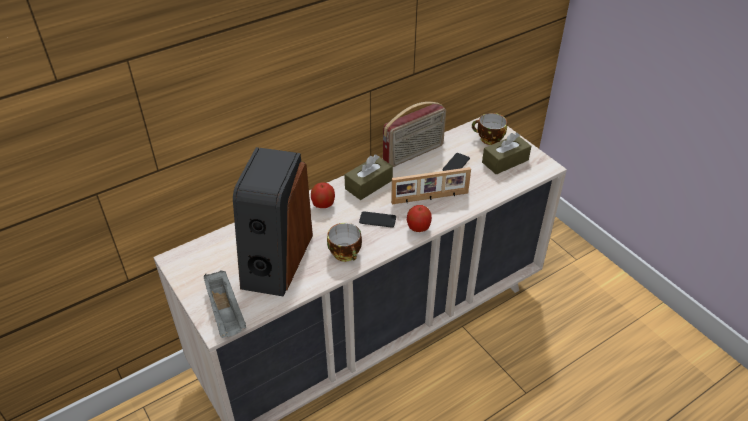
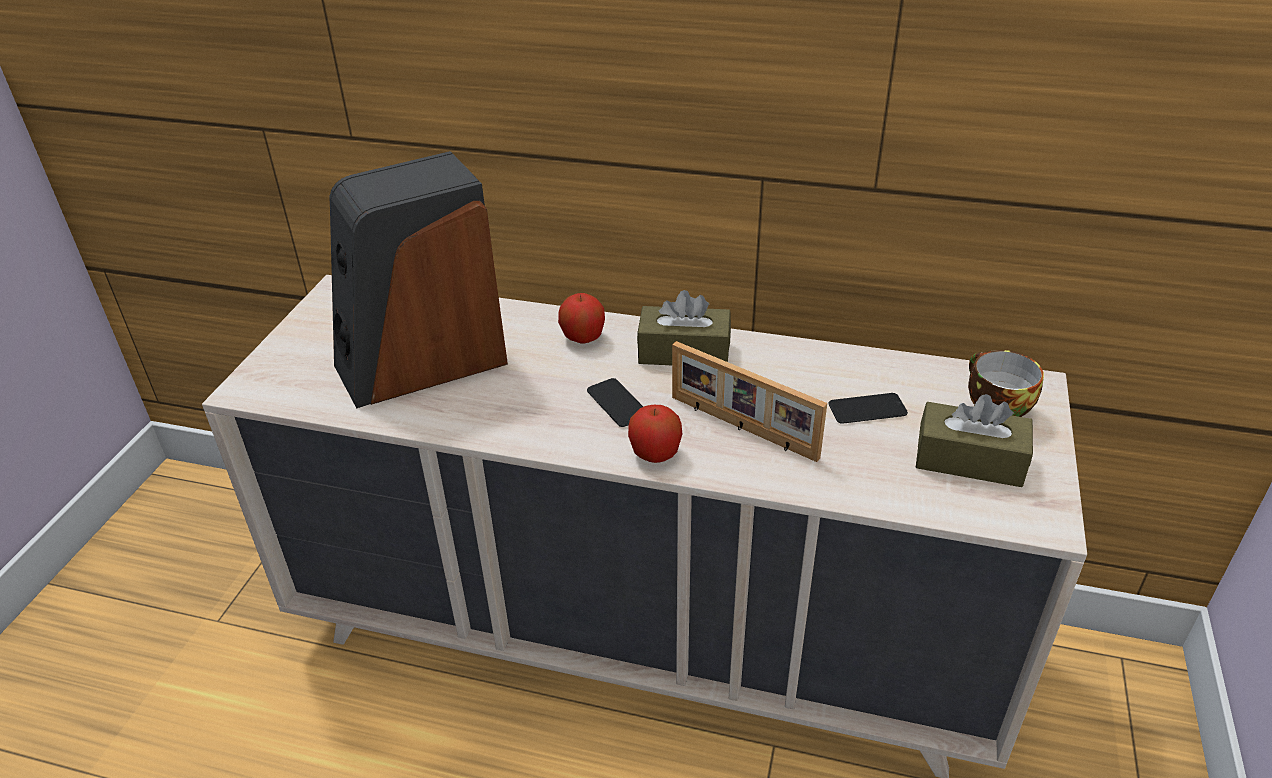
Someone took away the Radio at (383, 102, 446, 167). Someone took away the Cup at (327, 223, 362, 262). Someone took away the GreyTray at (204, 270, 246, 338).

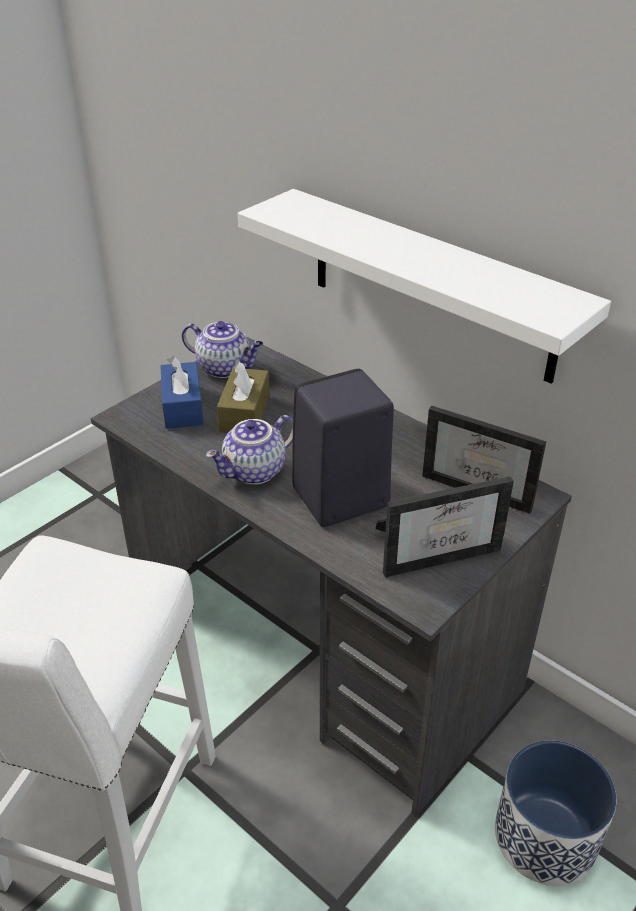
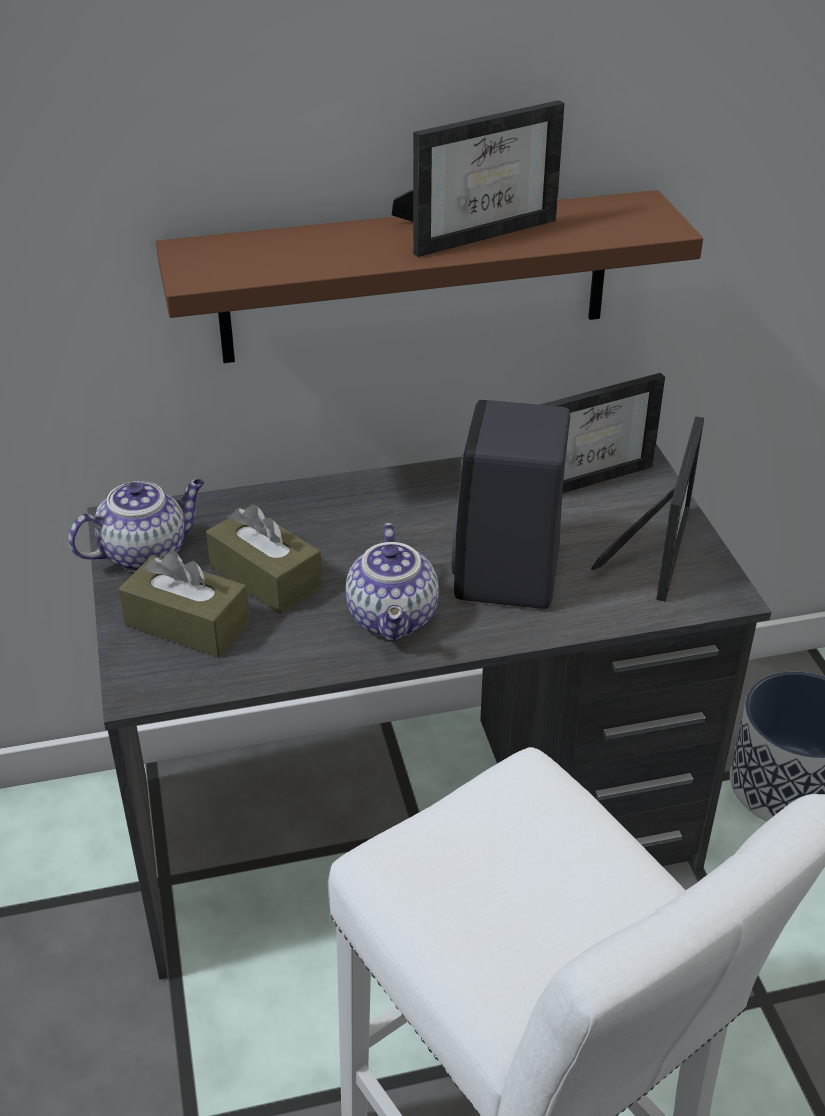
Someone repainted the WhiteShelf at (238, 189, 611, 384), which became the BrownShelf at (156, 190, 703, 363). Someone repainted the BlueTissueBox at (160, 356, 204, 429), which became the BrownTissueBox at (118, 551, 250, 658). Someone put down the PictureFrame at (392, 100, 565, 257).

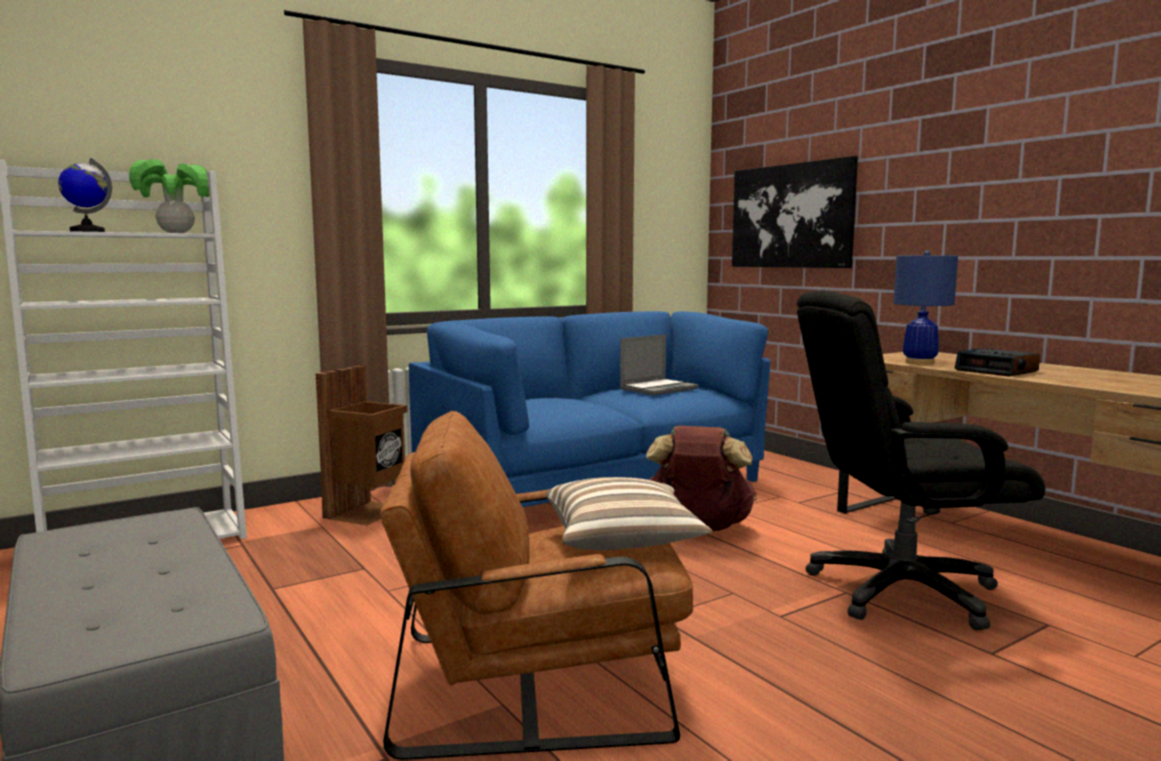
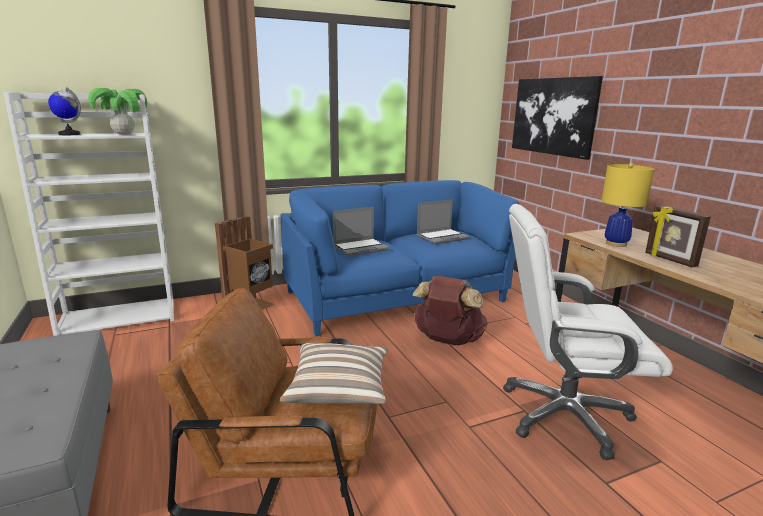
Someone repainted the BlueTableLamp at (894, 251, 958, 365), which became the YellowTableLamp at (601, 163, 655, 247). Someone repainted the BlackOfficeChair at (797, 291, 1045, 630), which became the WhiteOfficeChair at (503, 204, 673, 460). Someone swapped the AlarmClock at (955, 348, 1040, 377) for the PictureFrame at (645, 205, 711, 268). Someone put down the Laptop at (333, 207, 390, 256).

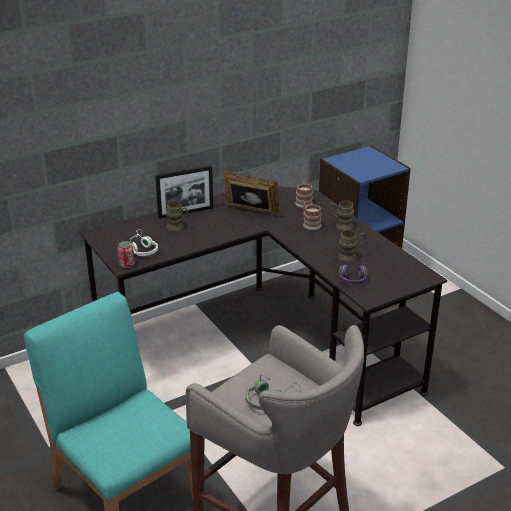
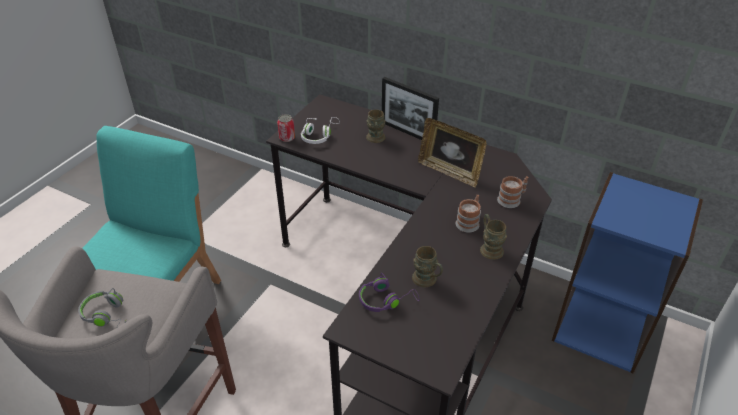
Someone rotated the PictureFrame at (224, 171, 280, 214) by 135 degrees clockwise.

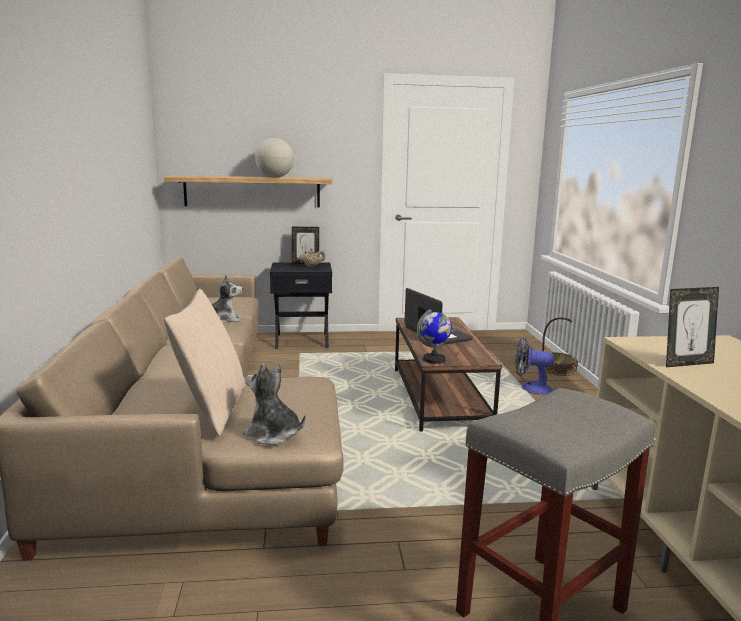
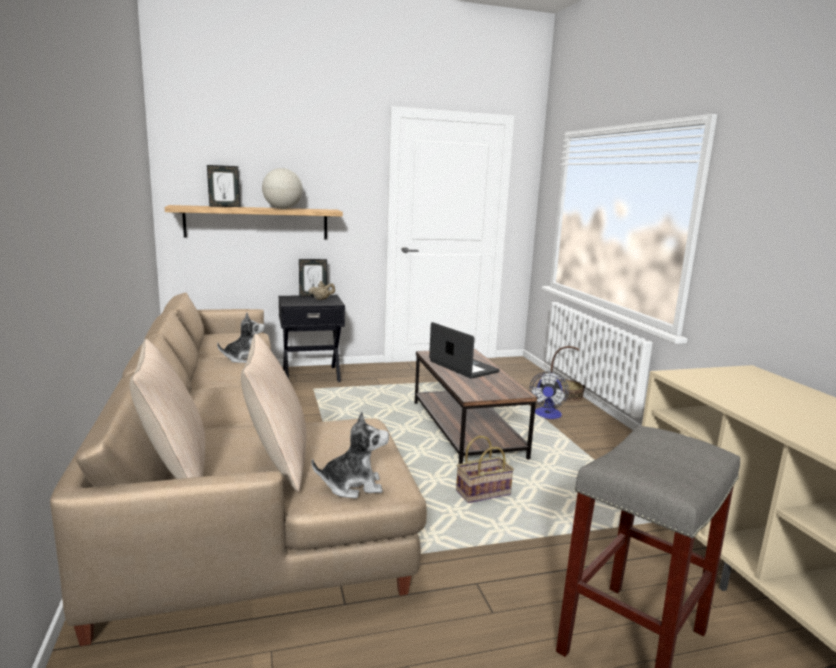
Someone carried the PictureFrame from (666, 287, 719, 367) to (207, 165, 240, 207). Someone took away the Globe at (417, 309, 452, 364). Someone rotated the Fan at (515, 337, 554, 394) by 75 degrees counterclockwise. Someone rotated the PlushToy at (242, 363, 306, 445) by 150 degrees clockwise. Someone put down the BeigePillow at (130, 339, 205, 479). Someone put down the Basket at (456, 436, 514, 503).

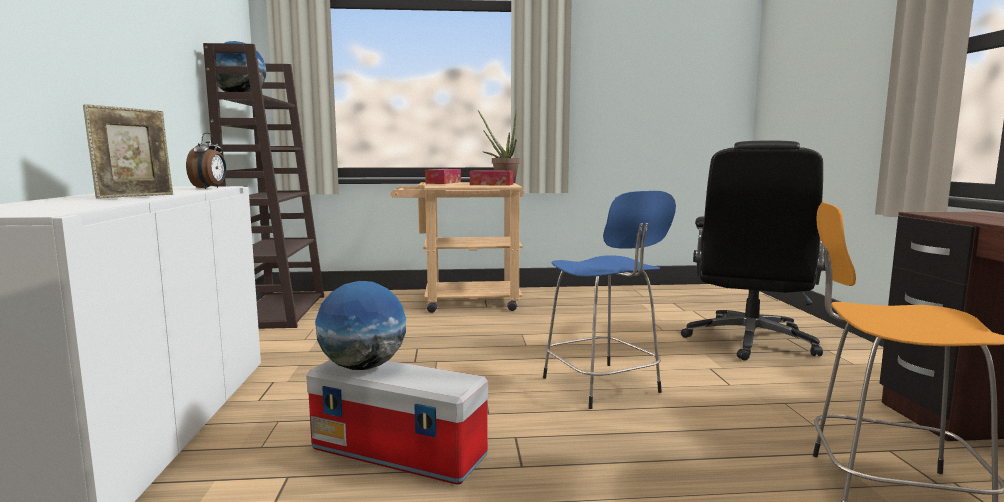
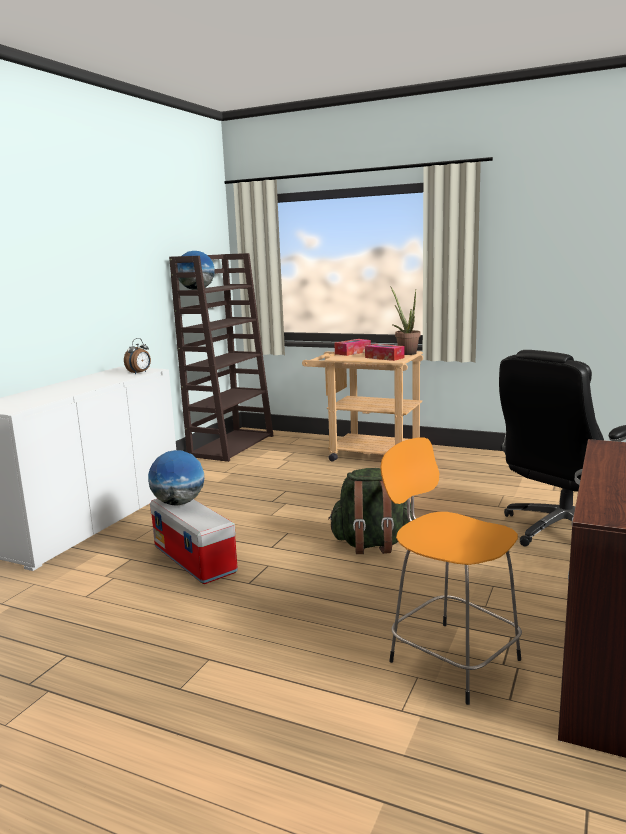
Someone took away the PictureFrame at (83, 104, 173, 199). Someone swapped the BlueStool at (543, 191, 676, 409) for the GreenBackpack at (328, 468, 413, 554).

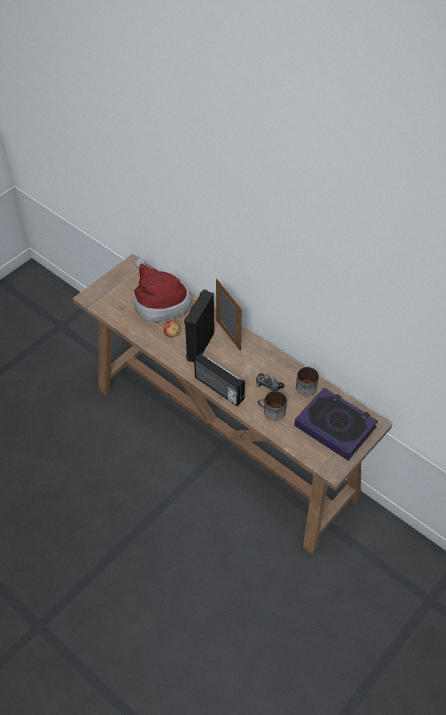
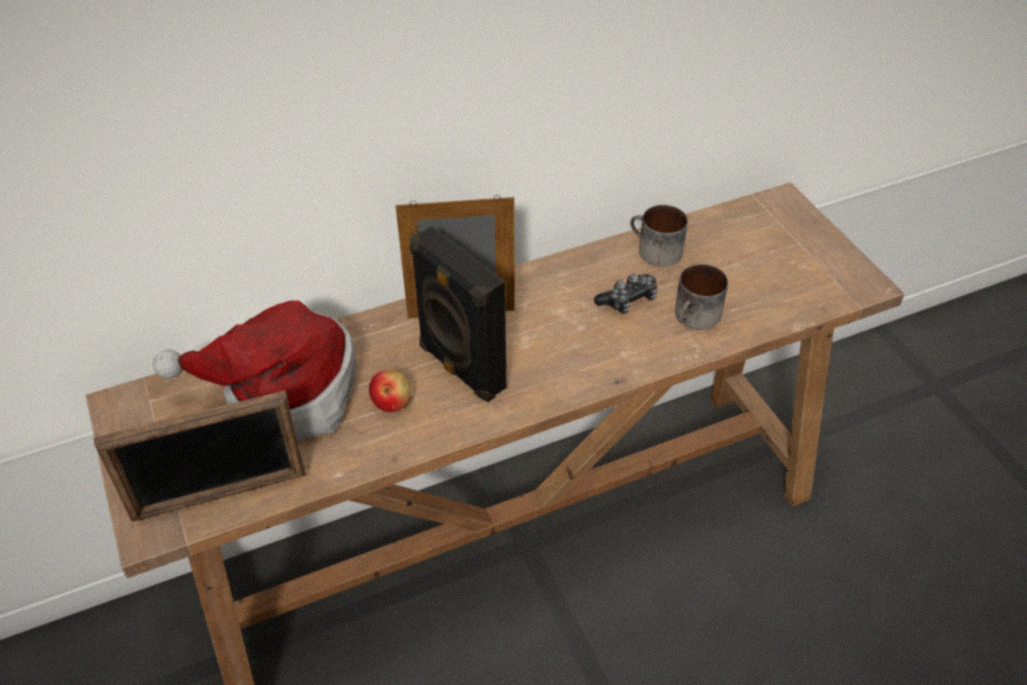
Someone took away the Radio at (194, 352, 245, 407). Someone took away the Book at (294, 388, 378, 461). Someone put down the PictureFrame at (94, 390, 306, 522).

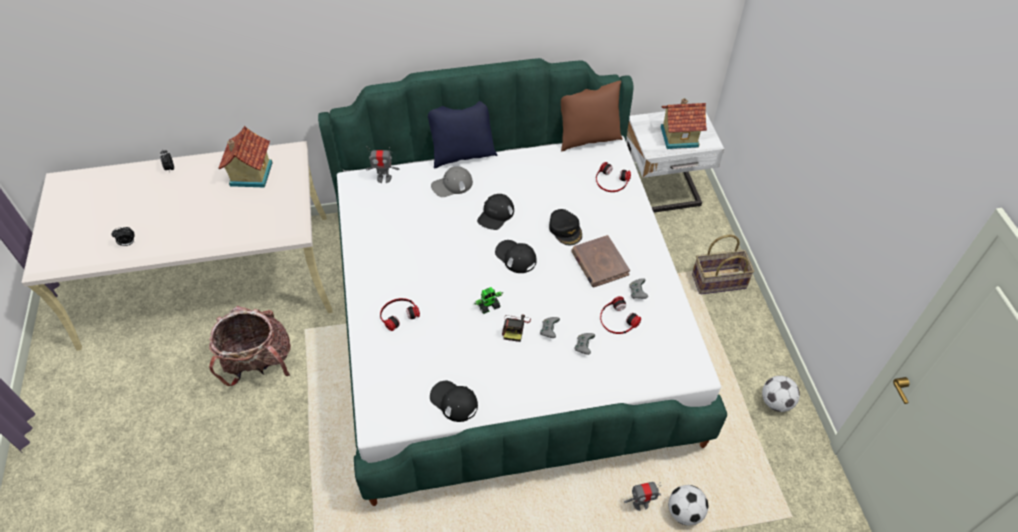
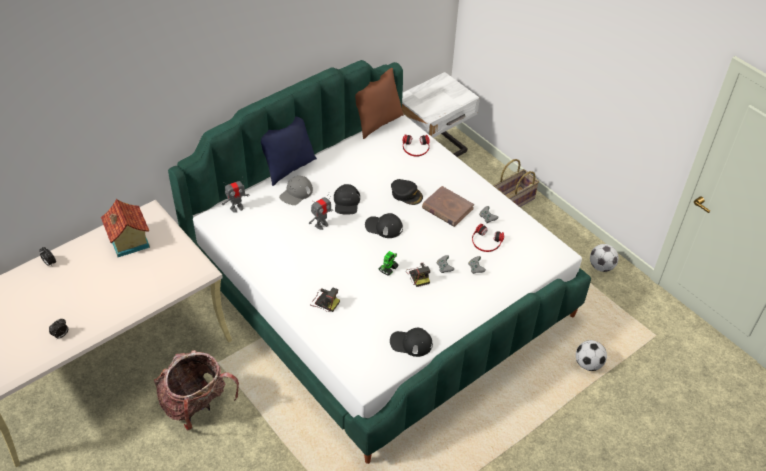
Someone took away the ToyHouse at (661, 98, 707, 149). Someone swapped the Headphones at (380, 298, 420, 331) for the PhotoCamera at (310, 288, 340, 312). Someone carried the ToyRobot from (624, 482, 661, 511) to (309, 197, 333, 230).

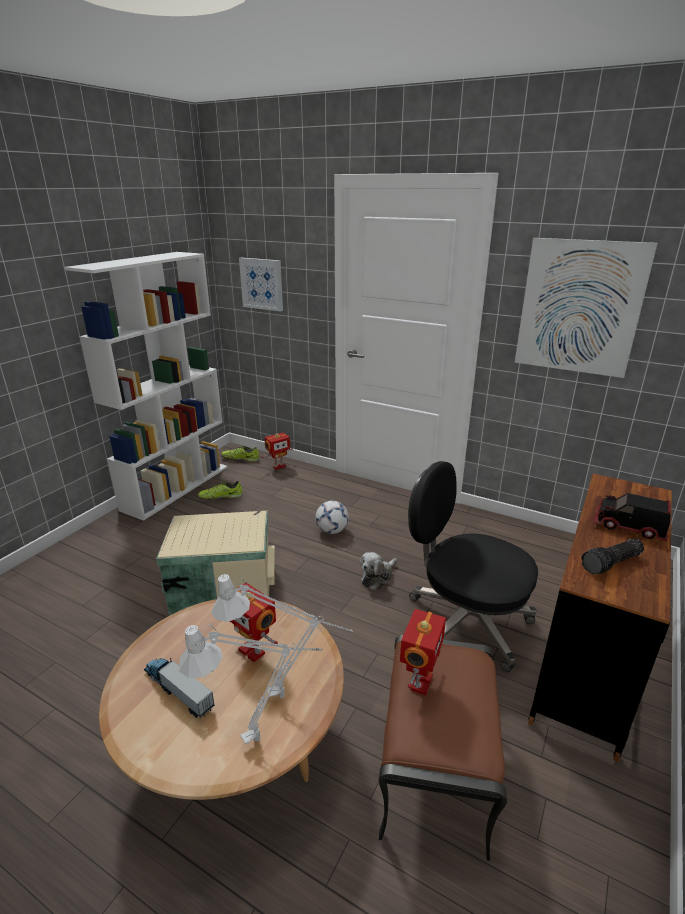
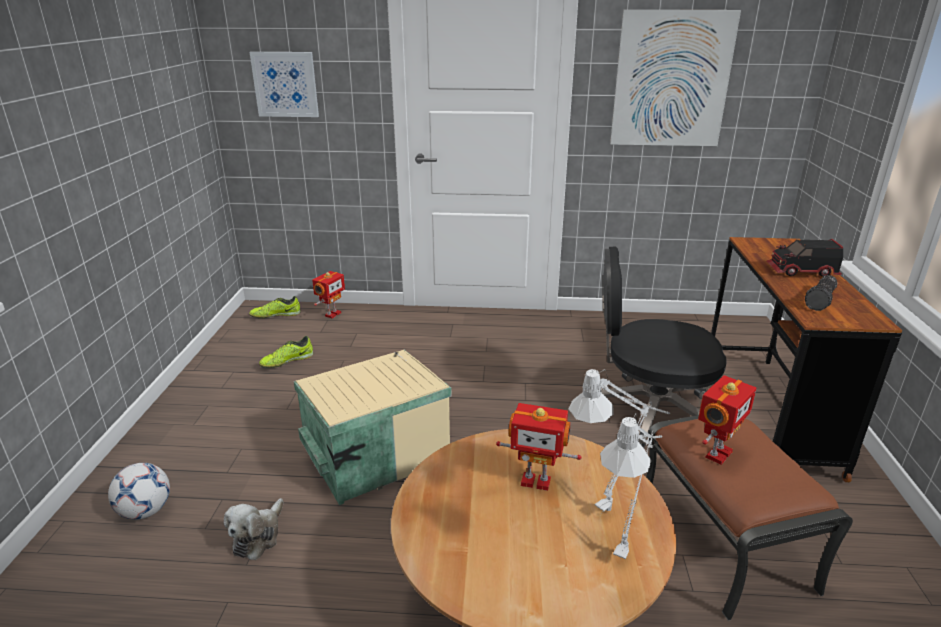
Someone took away the WhiteBookcase at (64, 252, 228, 521). Someone carried the Football from (315, 500, 349, 534) to (108, 463, 170, 520). Someone carried the PlushToy from (360, 552, 397, 591) to (224, 498, 283, 560). Someone rotated the ToyRobot at (400, 609, 446, 695) by 45 degrees clockwise. Someone took away the ToyTruck at (144, 658, 215, 718).

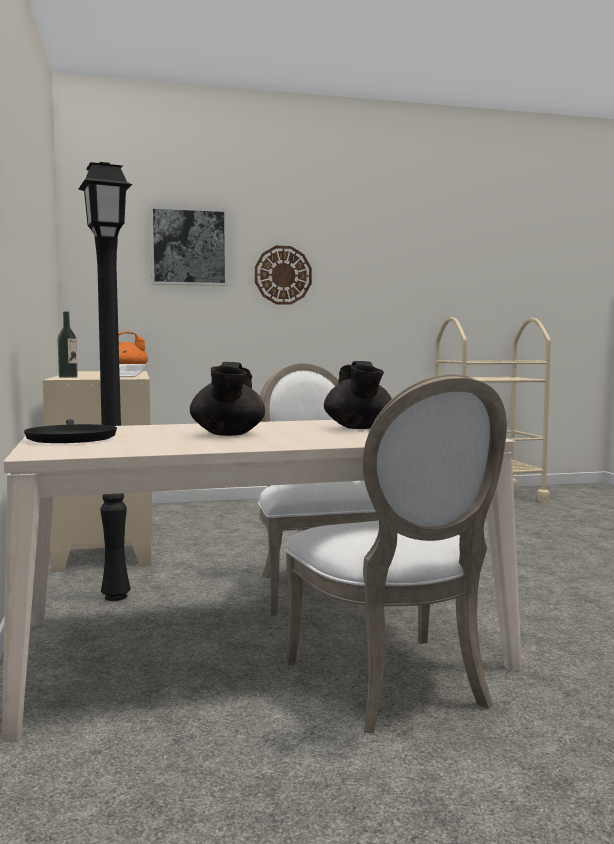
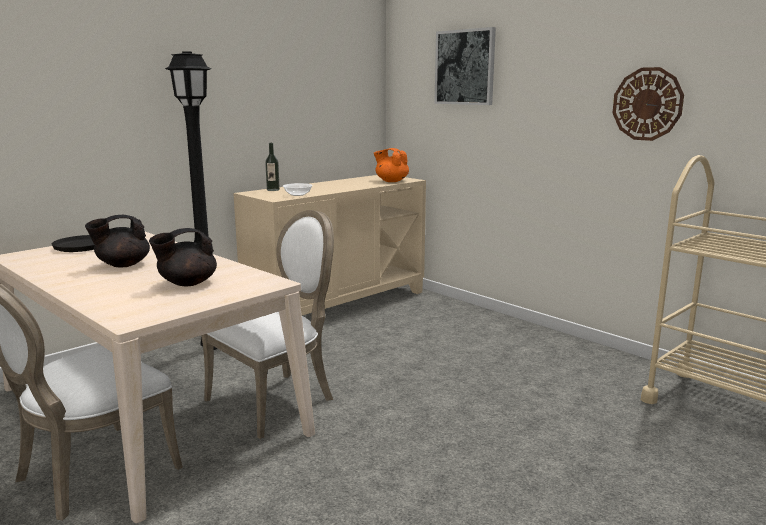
Someone carried the WallClock from (255, 246, 312, 305) to (612, 67, 684, 141).

